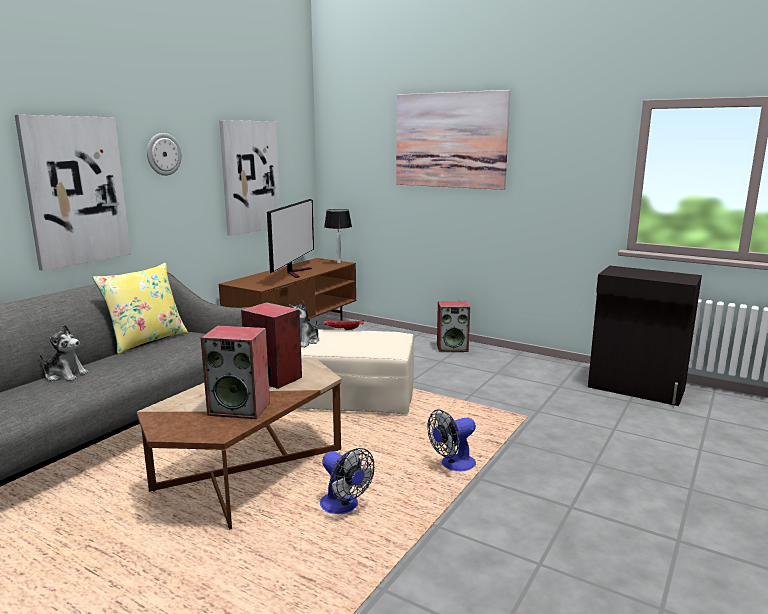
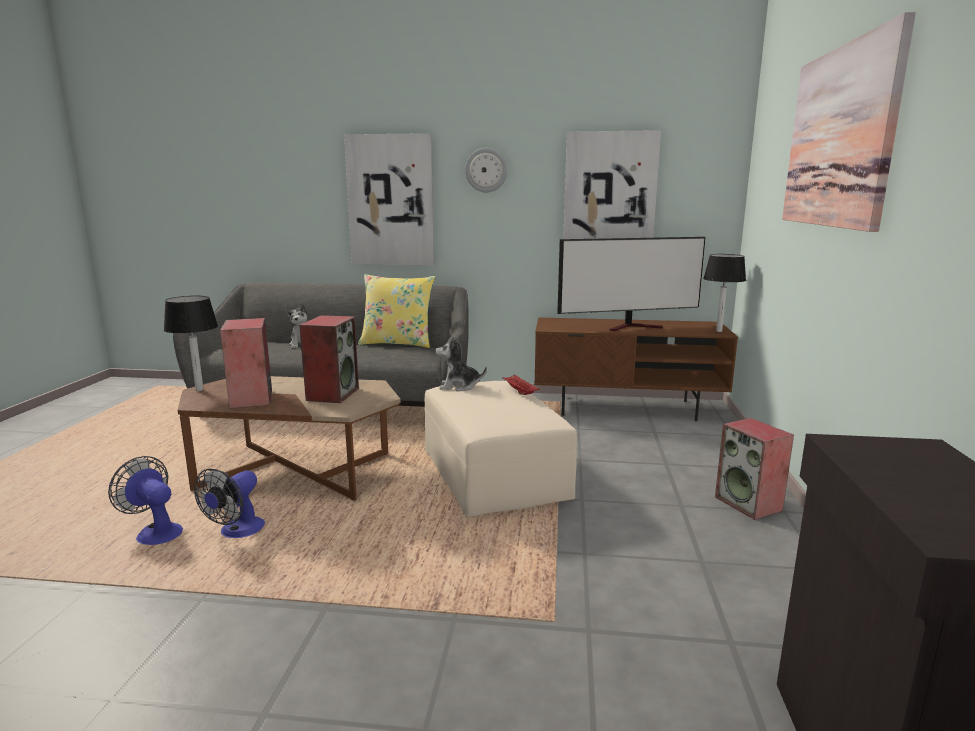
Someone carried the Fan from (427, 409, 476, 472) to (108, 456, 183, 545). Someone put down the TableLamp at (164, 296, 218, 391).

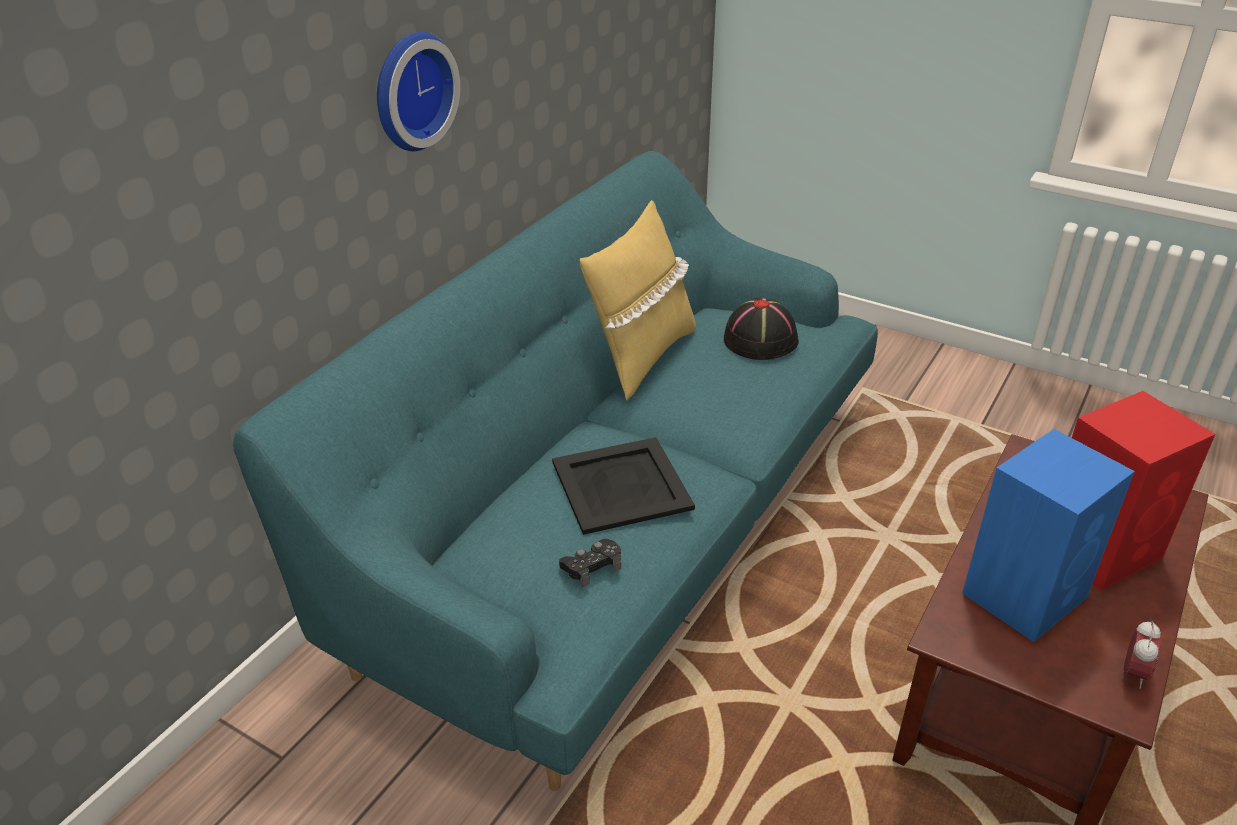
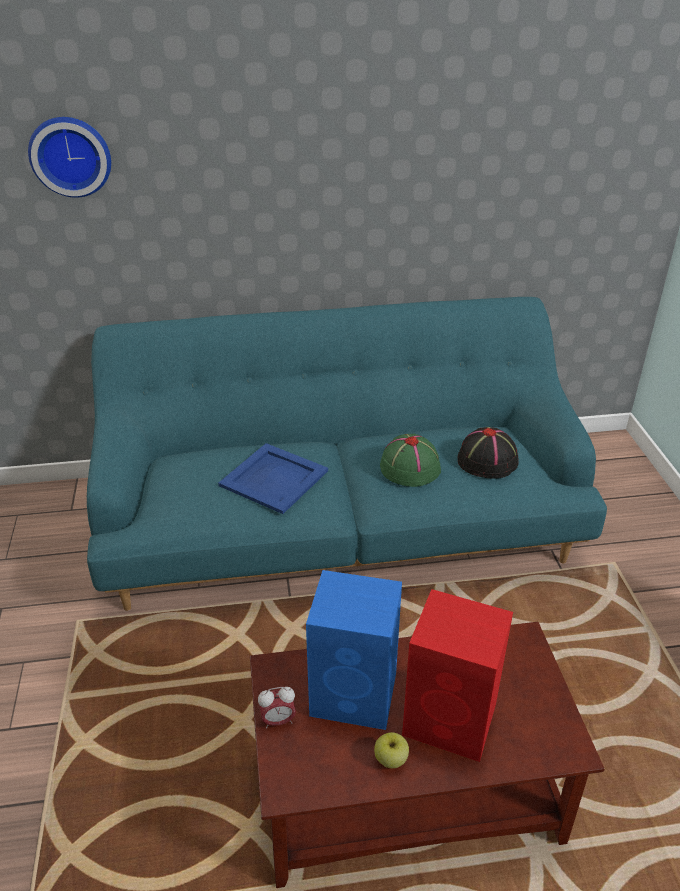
Someone carried the WallClock from (377, 32, 460, 151) to (28, 117, 111, 198). Someone took away the YellowPillow at (580, 200, 696, 401). Someone repainted the BlackTray at (552, 437, 695, 535), which became the BlueTray at (218, 443, 328, 514). Someone took away the BlackGameController at (559, 539, 621, 587). Someone carried the AlarmClock from (1124, 620, 1161, 689) to (258, 687, 296, 728). Someone put down the GreenHat at (380, 434, 441, 487). Someone put down the Apple at (374, 732, 409, 768).

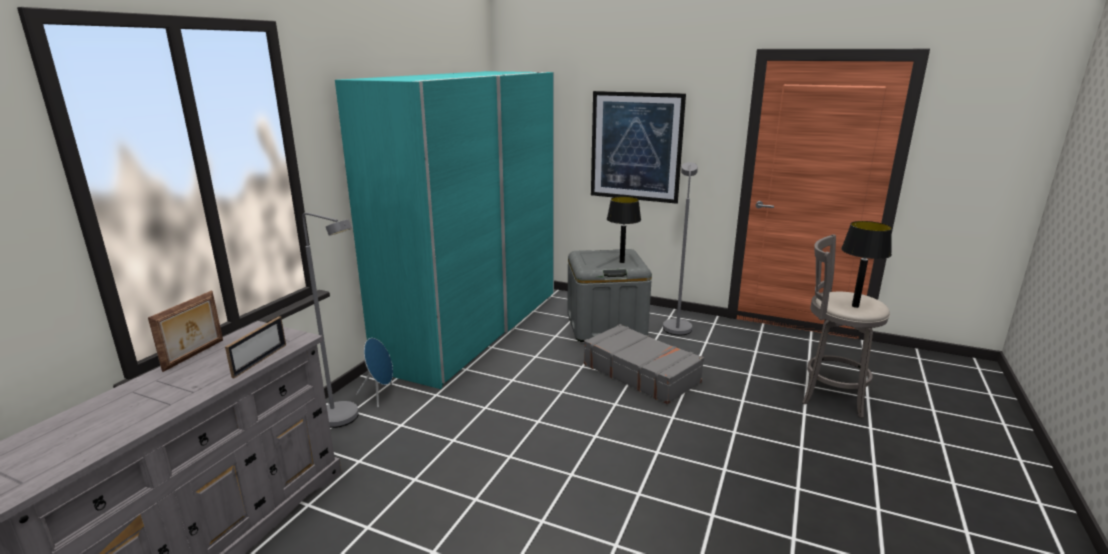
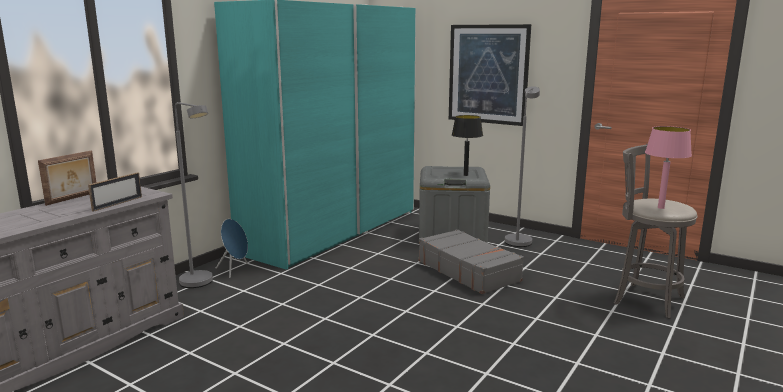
Someone repainted the BlackTableLamp at (841, 221, 892, 308), which became the PinkTableLamp at (645, 126, 692, 209).

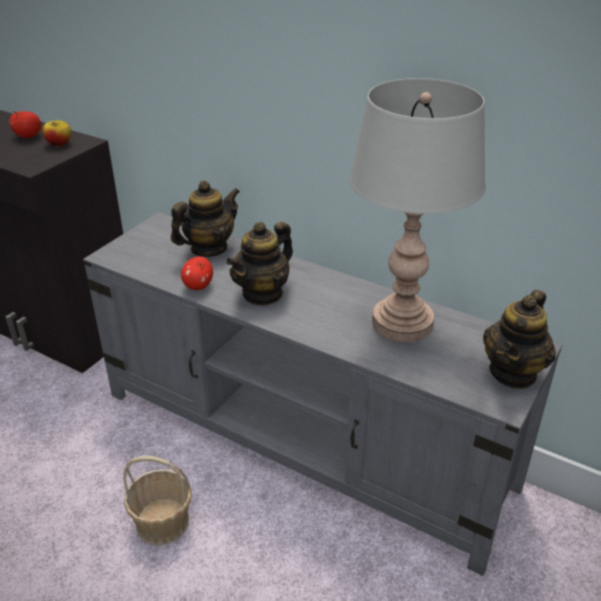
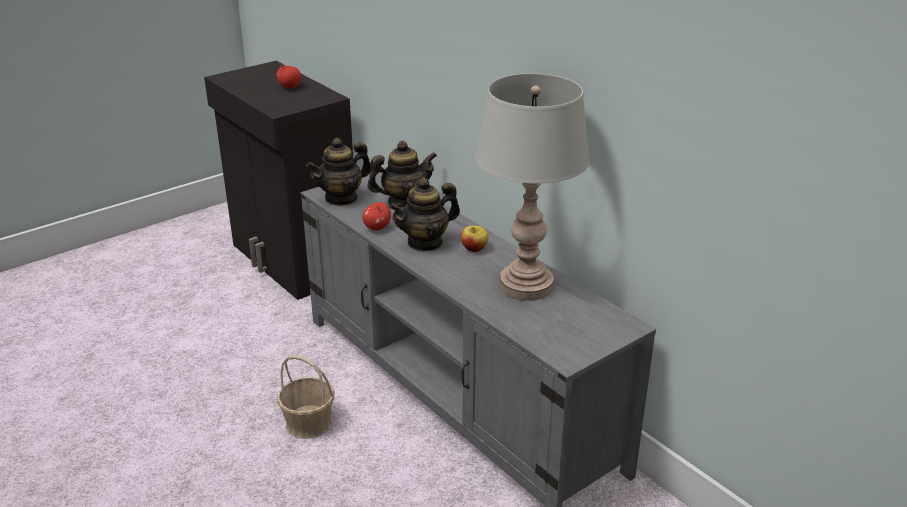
Someone carried the Apple from (42, 120, 71, 146) to (461, 226, 488, 252). Someone carried the Teapot from (483, 290, 556, 389) to (306, 138, 371, 206).

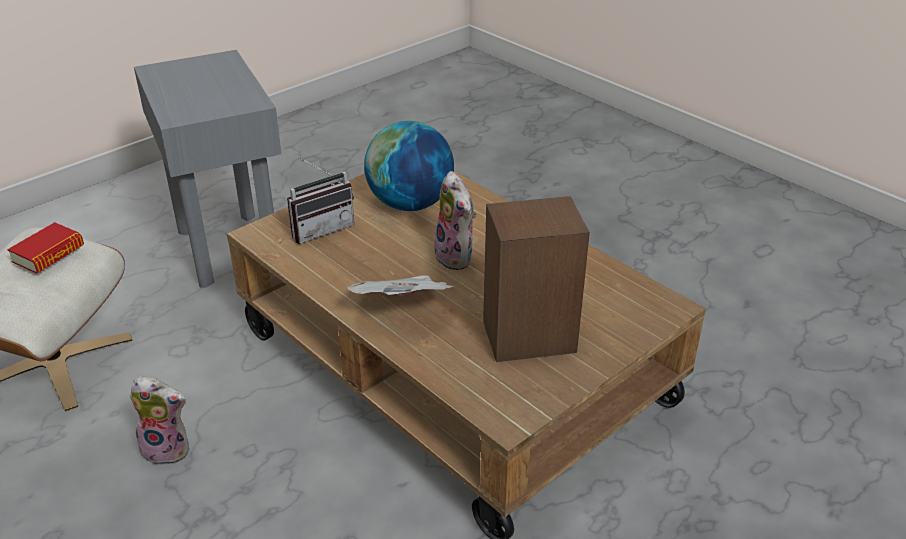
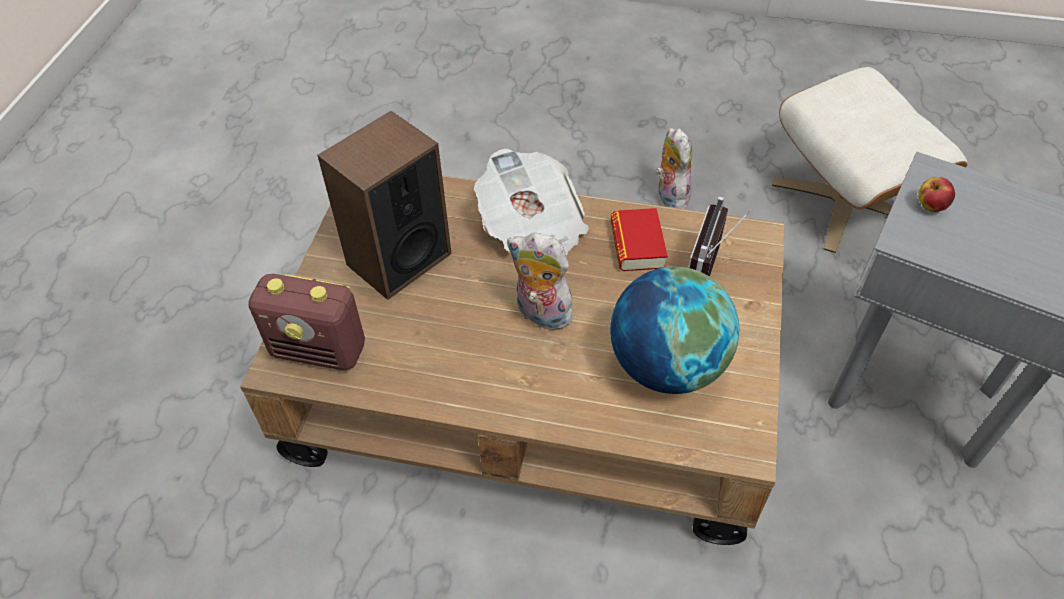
Someone carried the Book from (7, 222, 84, 274) to (611, 208, 668, 271). Someone rotated the PlushToy at (130, 377, 189, 465) by 105 degrees clockwise. Someone put down the Apple at (918, 177, 955, 212). Someone put down the Radio at (248, 274, 365, 370).

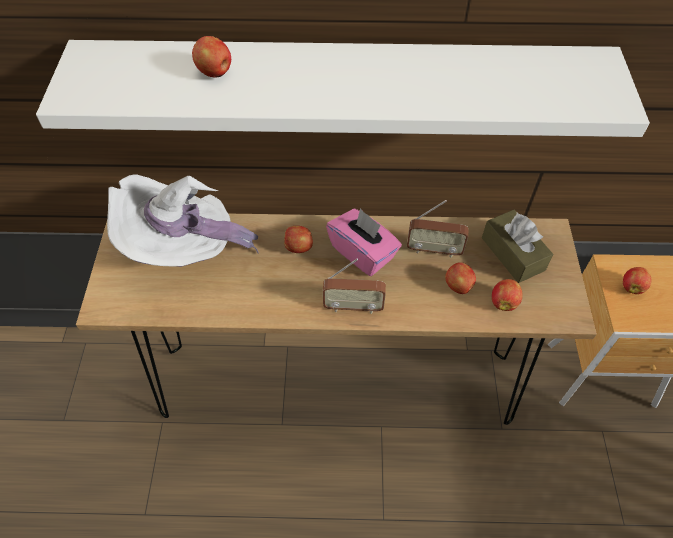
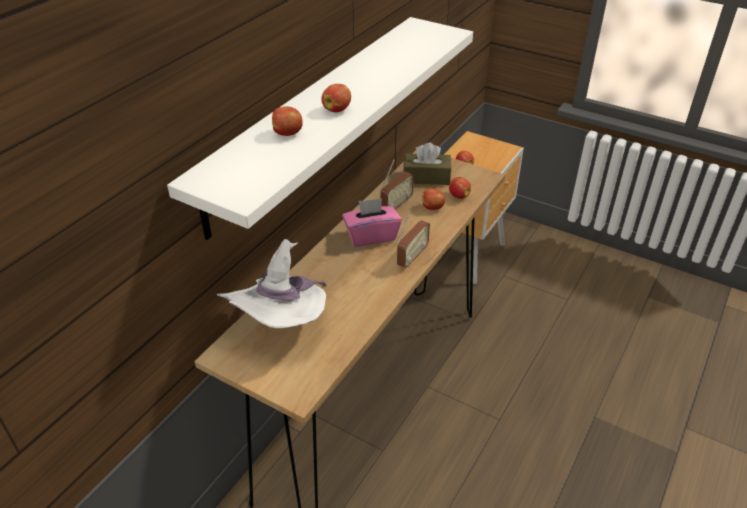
Someone carried the Apple from (284, 226, 313, 253) to (321, 84, 351, 112).

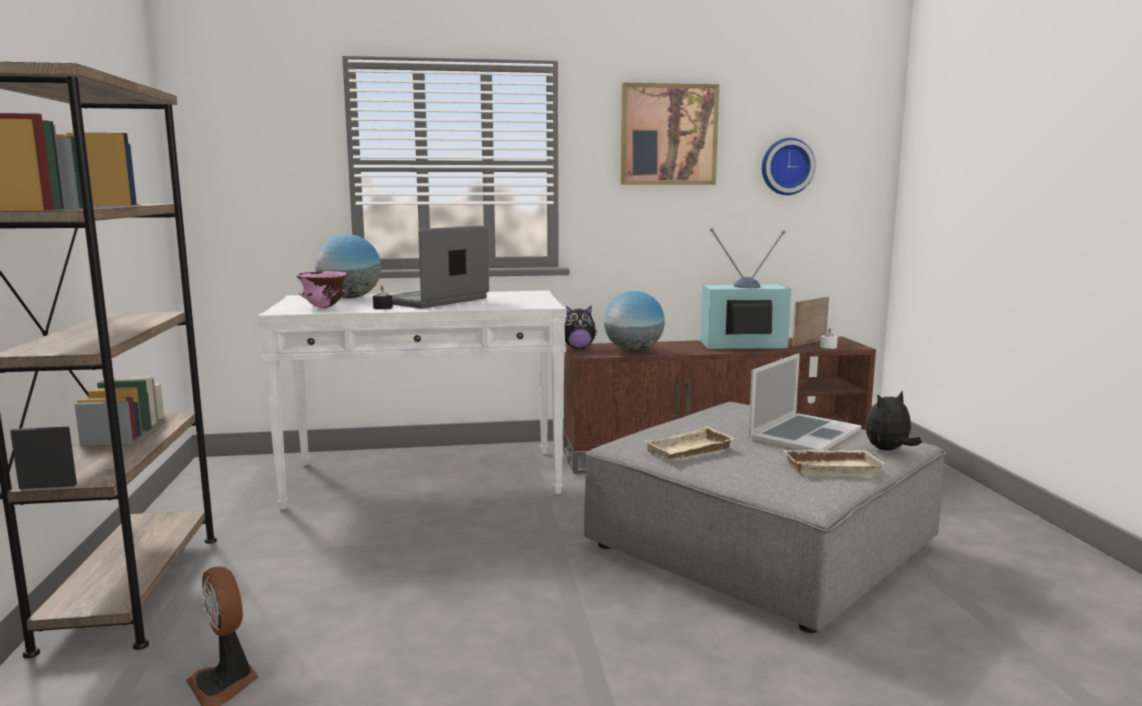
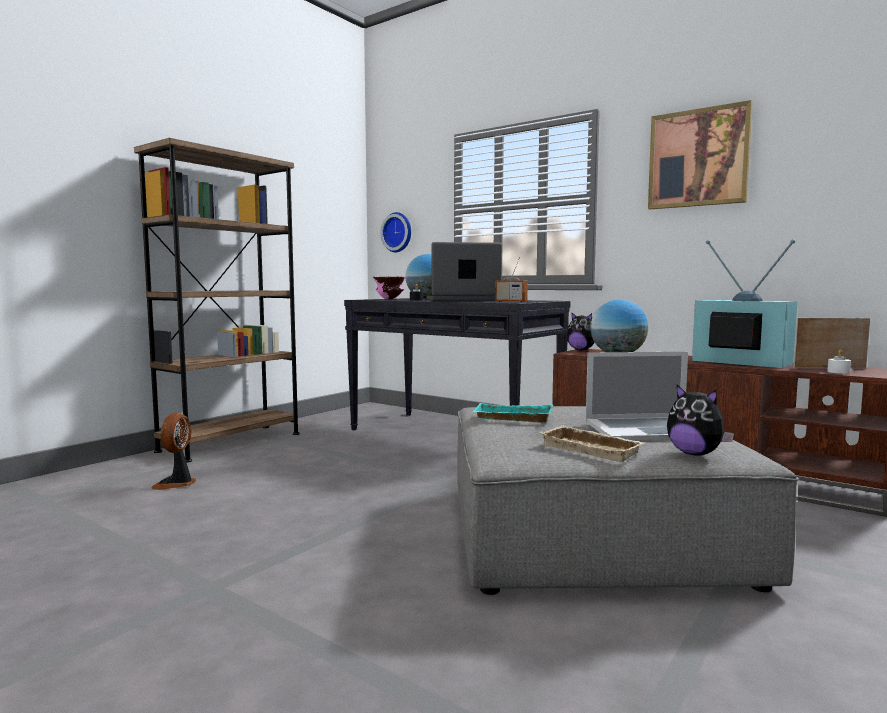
Someone carried the WallClock from (762, 138, 815, 195) to (380, 212, 411, 252). Someone repainted the WhiteConsoleTable at (257, 290, 567, 509), which became the BlackConsoleTable at (344, 298, 570, 430). Someone rotated the PlushToy at (866, 391, 922, 450) by 150 degrees counterclockwise. Someone repainted the BeigeTray at (646, 426, 735, 460), which became the TurquoiseTray at (473, 403, 553, 423). Someone put down the Radio at (495, 257, 528, 302).

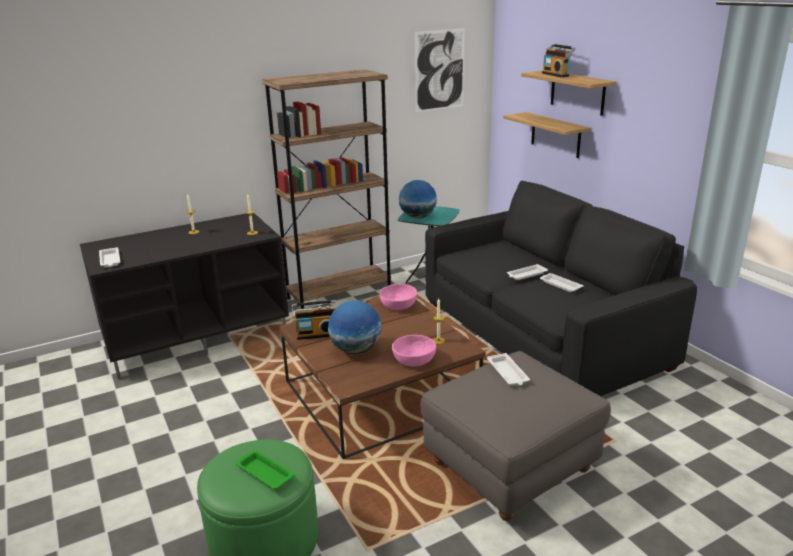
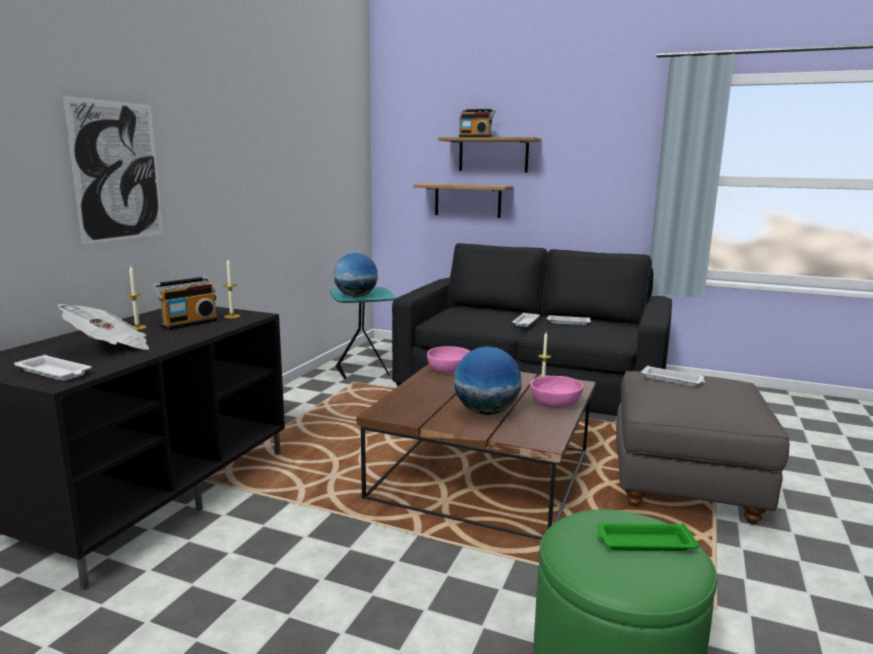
Someone carried the Picture from (415, 28, 465, 112) to (63, 96, 163, 245). Someone took away the BrownBookcase at (262, 69, 391, 309). Someone carried the Radio from (292, 300, 337, 340) to (152, 276, 218, 330). Someone put down the Newspaper at (57, 304, 149, 350).

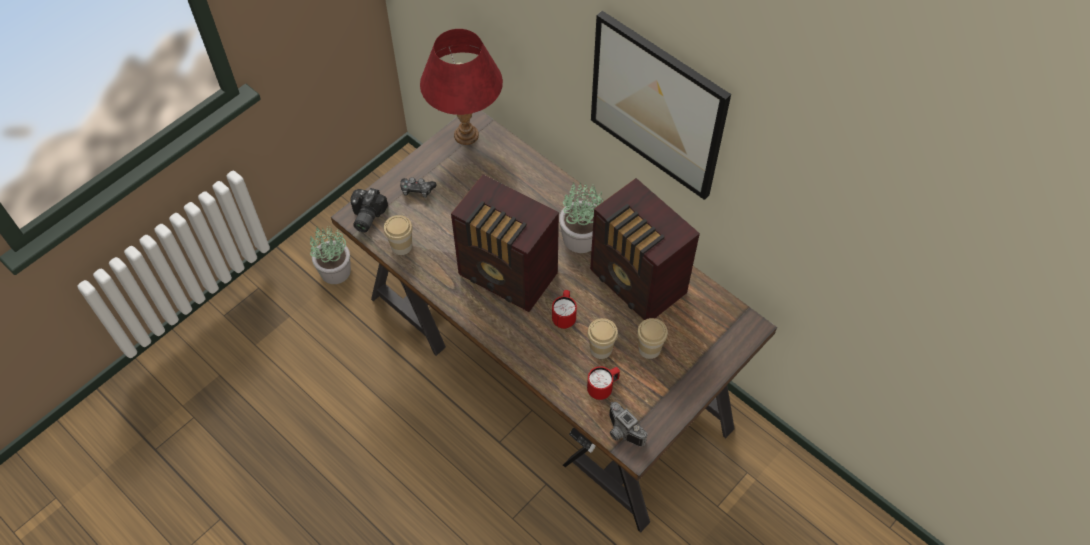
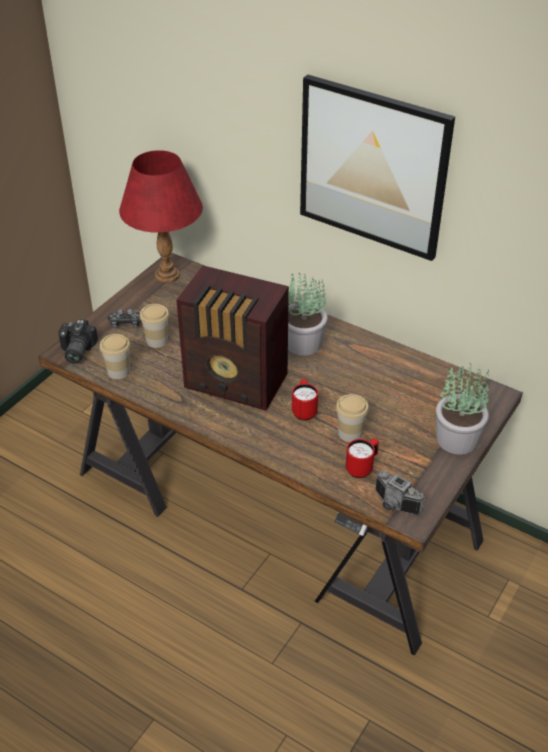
Someone took away the Radio at (590, 178, 700, 320). Someone carried the PottedPlant from (310, 226, 351, 284) to (436, 363, 489, 455). Someone carried the Cup from (637, 318, 668, 359) to (140, 304, 169, 348).

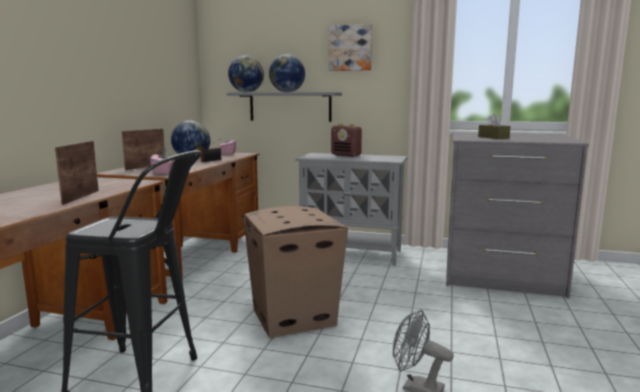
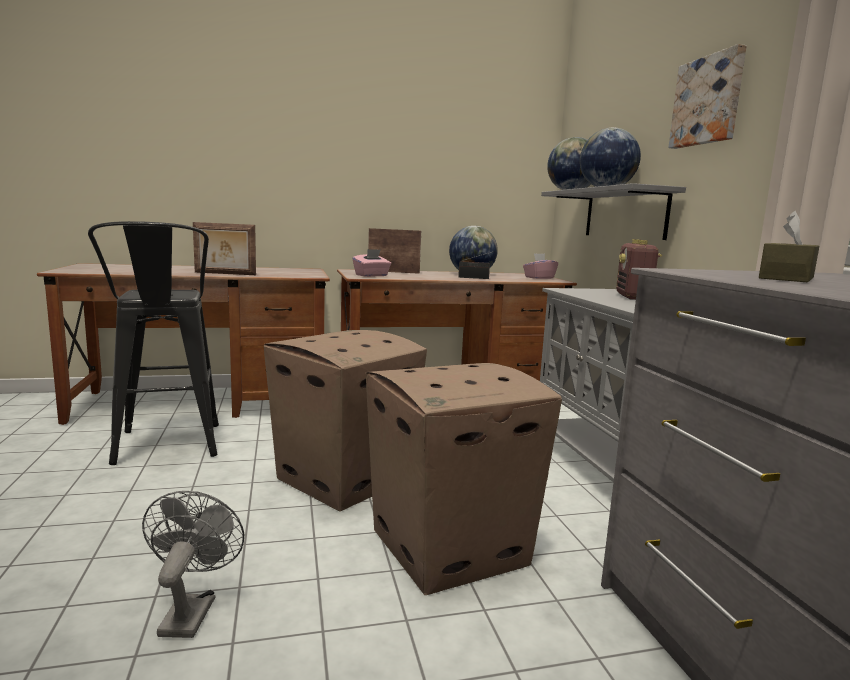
Someone rotated the PictureFrame at (55, 141, 99, 205) by 150 degrees counterclockwise. Someone put down the CardboardBox at (366, 363, 562, 595).

